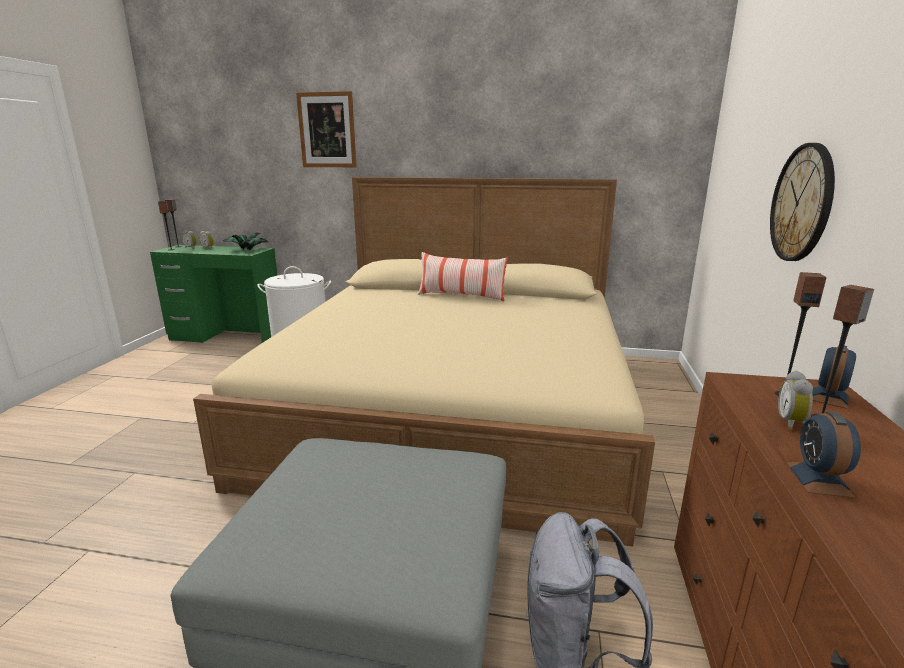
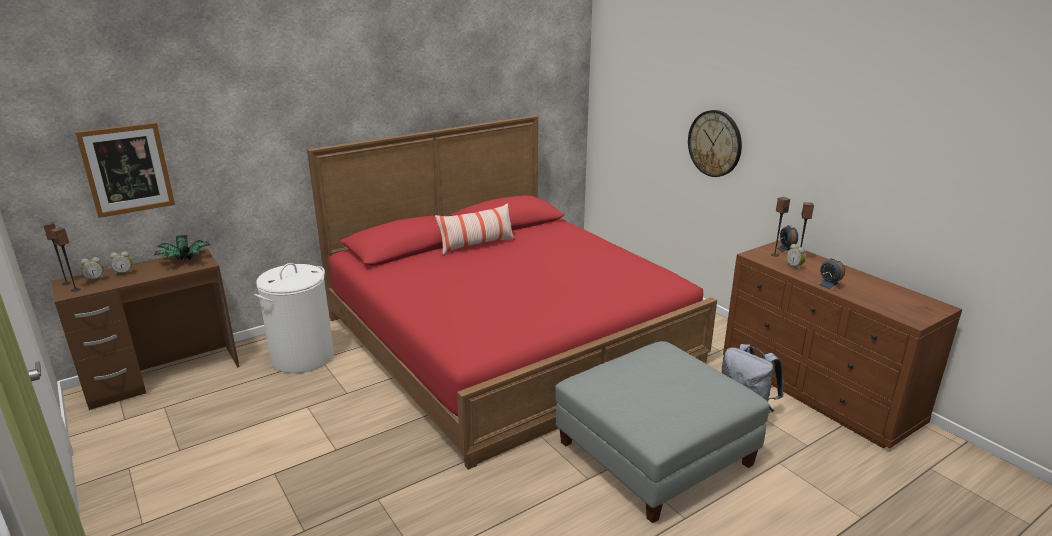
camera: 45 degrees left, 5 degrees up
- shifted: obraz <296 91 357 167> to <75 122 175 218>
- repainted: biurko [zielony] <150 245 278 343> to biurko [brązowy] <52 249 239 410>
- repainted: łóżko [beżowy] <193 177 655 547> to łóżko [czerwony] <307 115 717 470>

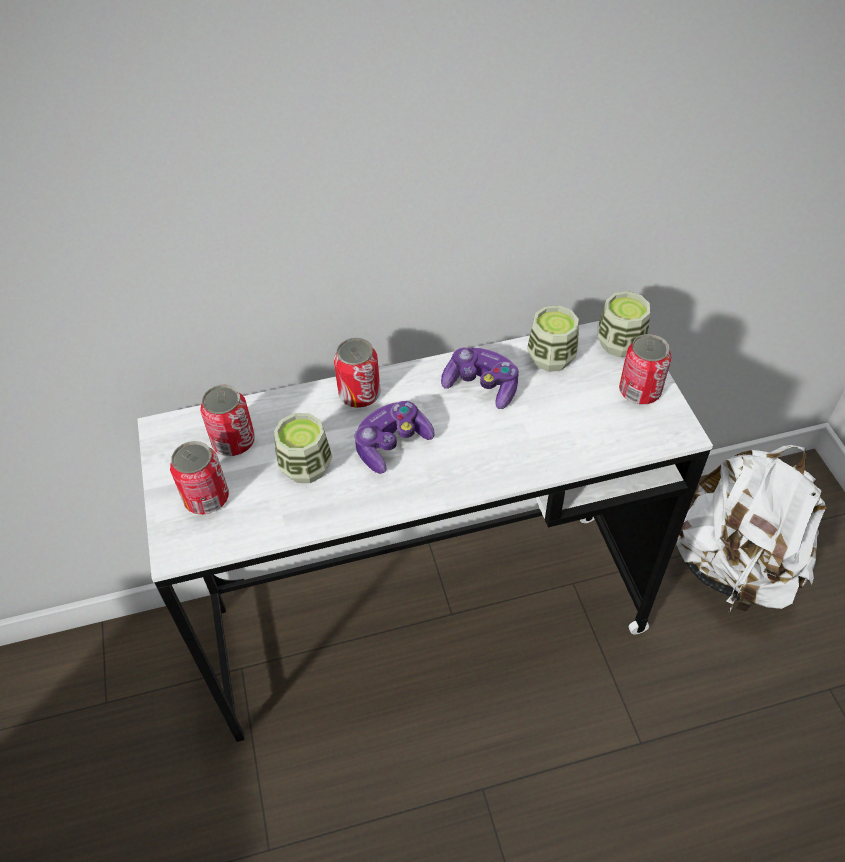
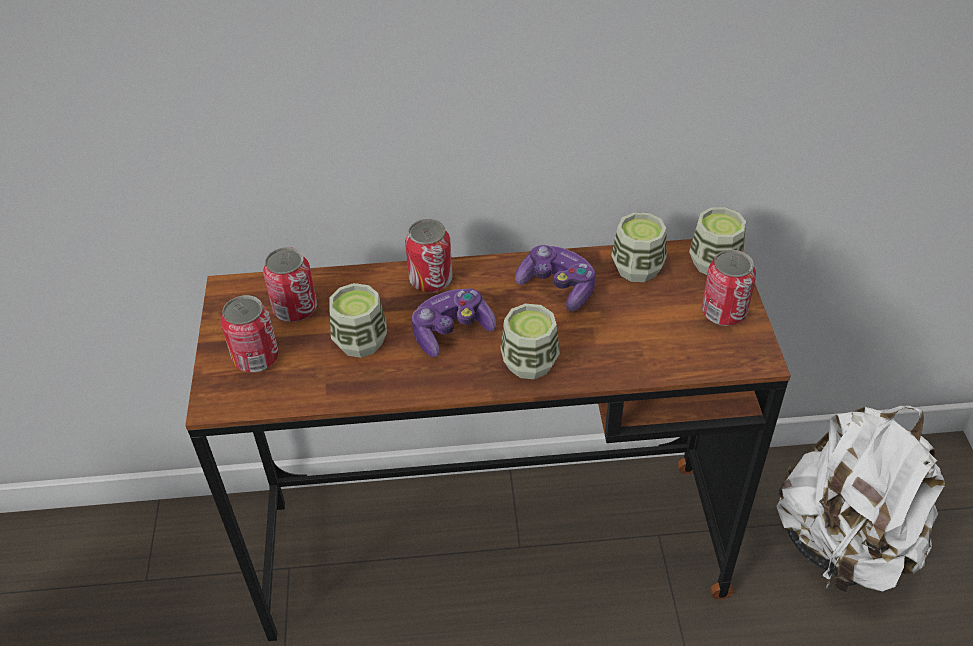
camera: 10 degrees right, 5 degrees down
- new: filiżanka <501 304 560 379>
- repainted: biurko [biały] <137 321 713 742> to biurko [brązowy] <185 239 791 641>

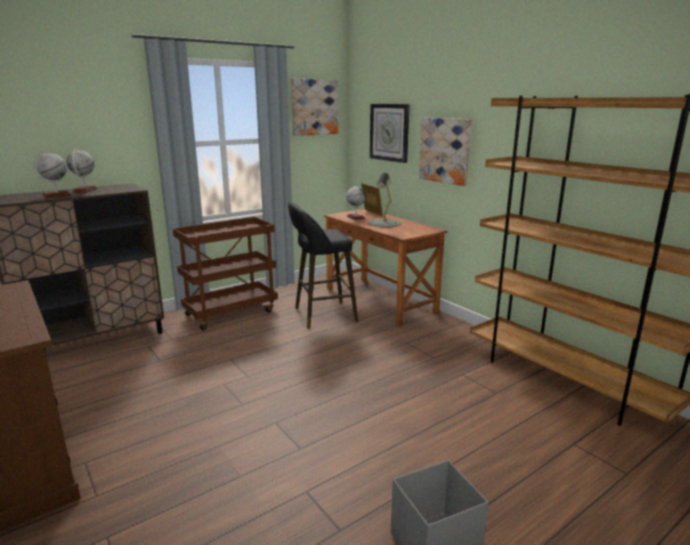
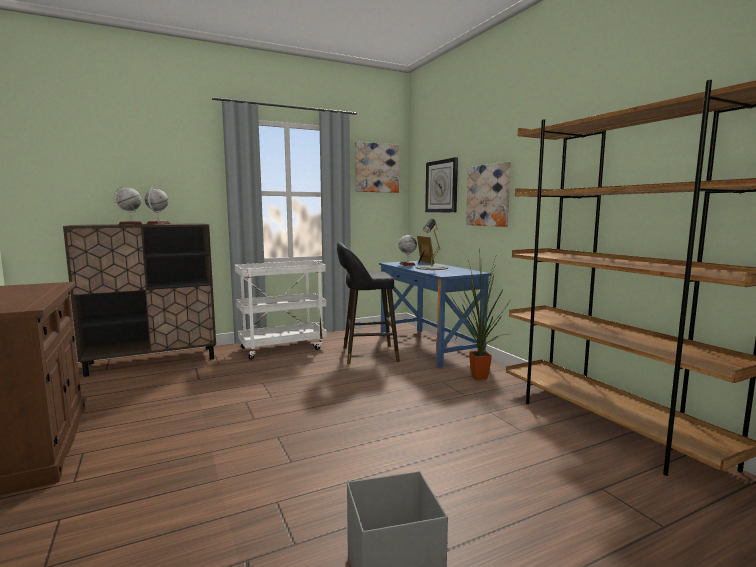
camera: 10 degrees right, 10 degrees down
- new: roślina doniczkowa <450 257 512 380>
- repainted: wózek [brązowy] <173 217 278 331> to wózek [biały] <235 261 327 360>
- repainted: biurko [brązowy] <324 209 447 326> to biurko [niebieski] <379 261 491 368>

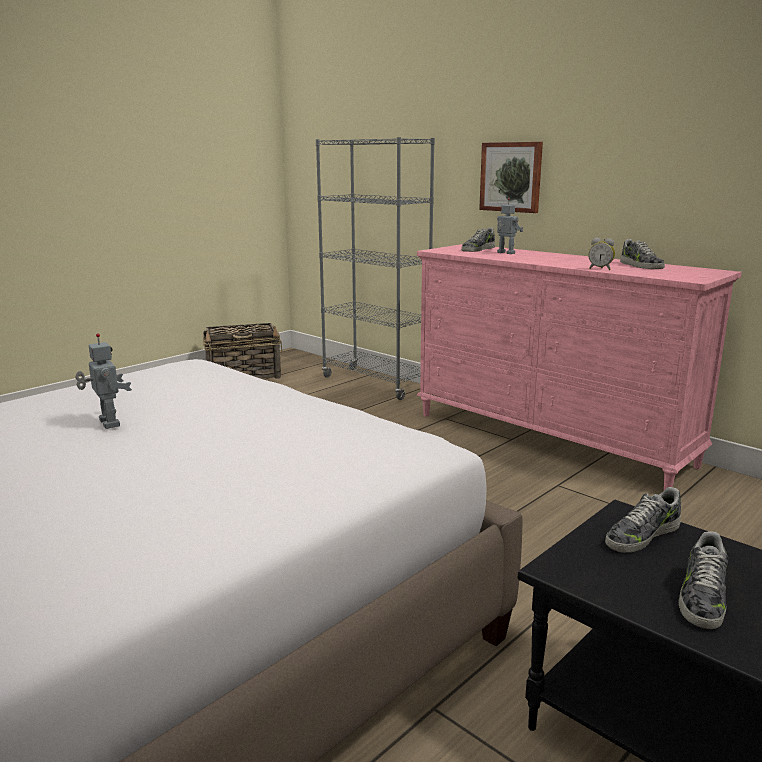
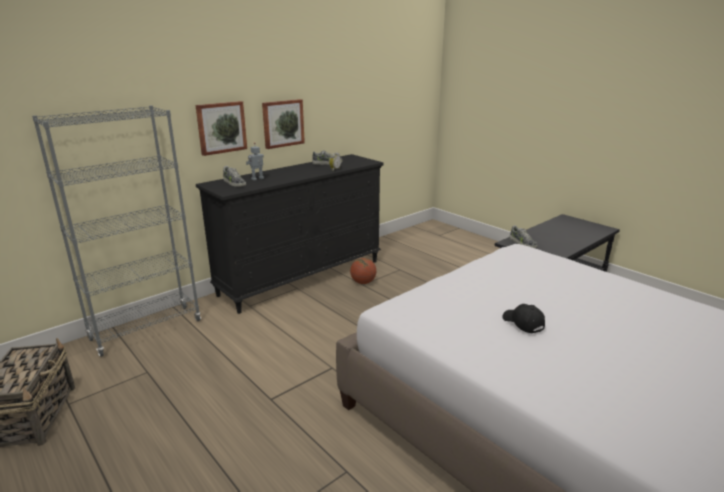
camera: 85 degrees left, 5 degrees up
- gone: but <679 531 728 629>
- new: obraz <262 99 305 149>
- new: piłka do koszykówki <350 258 376 284>
- swapped: robot zabawkowy <76 333 132 429> to czapka z daszkiem [czarny] <502 304 545 333>
- repainted: komoda [różowy] <417 244 742 490> to komoda [czarny] <196 154 384 314>

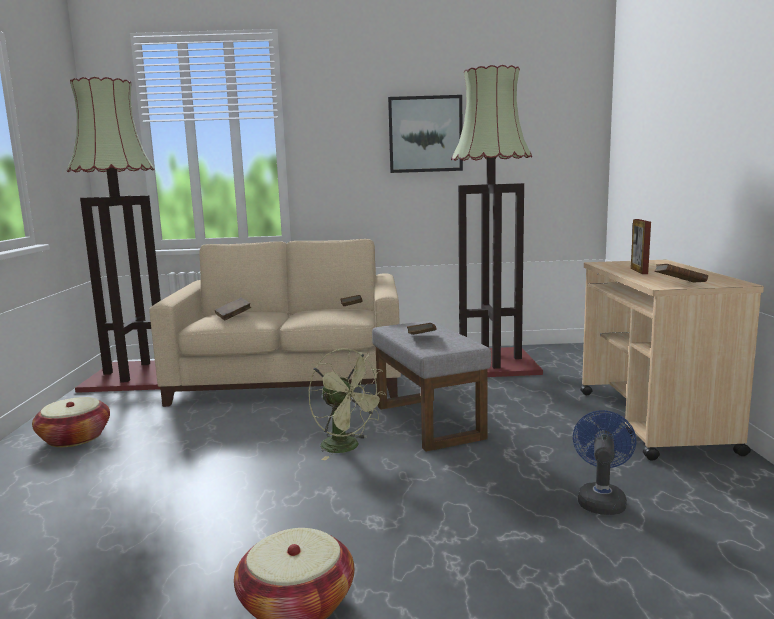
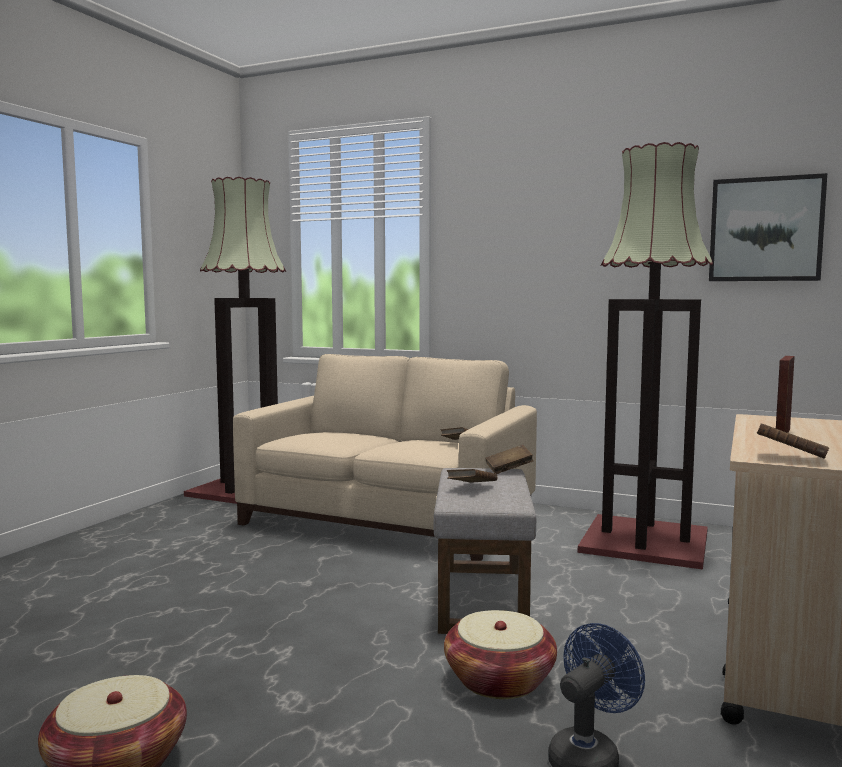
camera: 25 degrees right, 5 degrees down
- gone: wentylator [zielony] <309 348 386 460>
- shifted: koszyk <32 397 110 447> to <444 610 557 699>
- shifted: książka [brązowy] <215 298 251 320> to <485 445 534 474>
- shifted: obraz <388 95 463 173> to <709 173 827 281>

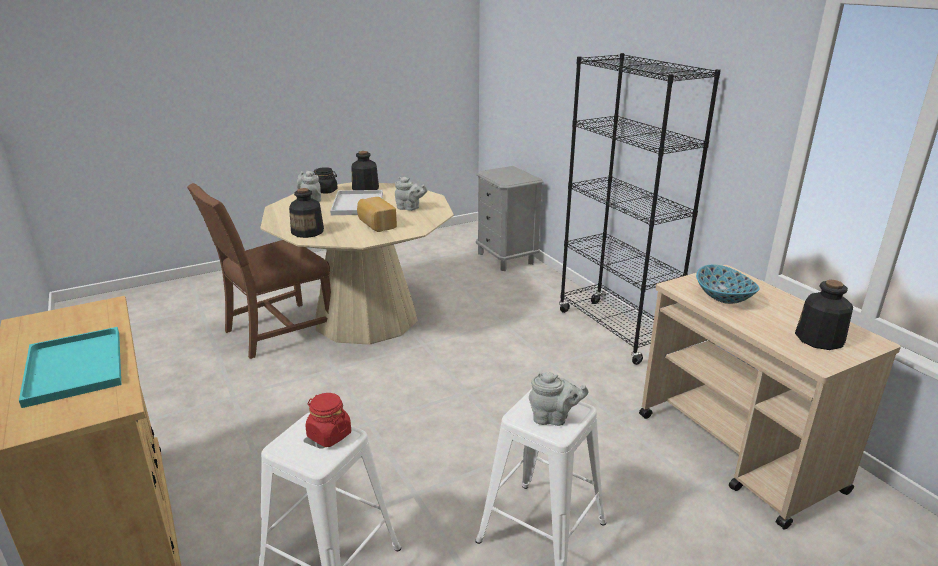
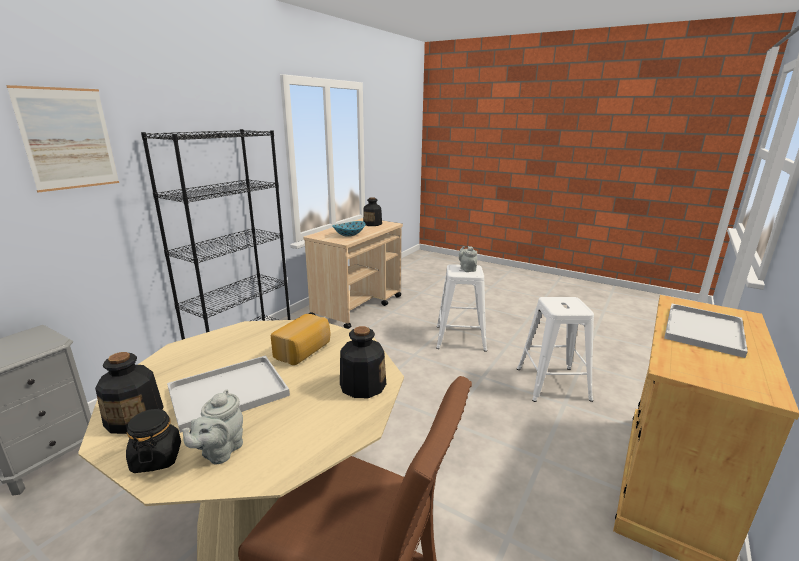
camera: 120 degrees left, 5 degrees down
- gone: słoik [czerwony] <306 393 351 447>
- gone: imbryk [szary] <395 177 427 211>
- new: obraz <6 85 119 192>
- repainted: taca [turkusowy] <19 327 122 408> to taca [biały] <664 304 748 358>

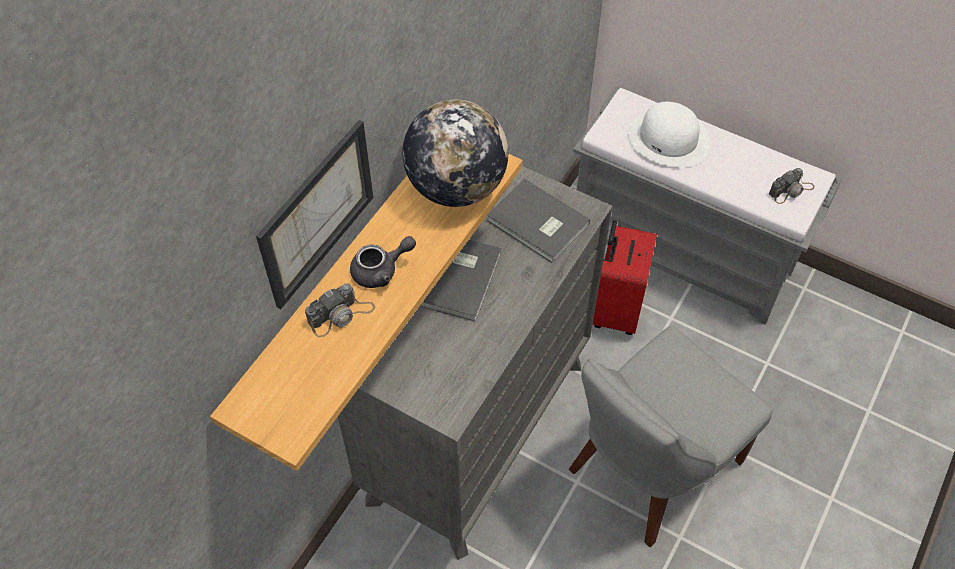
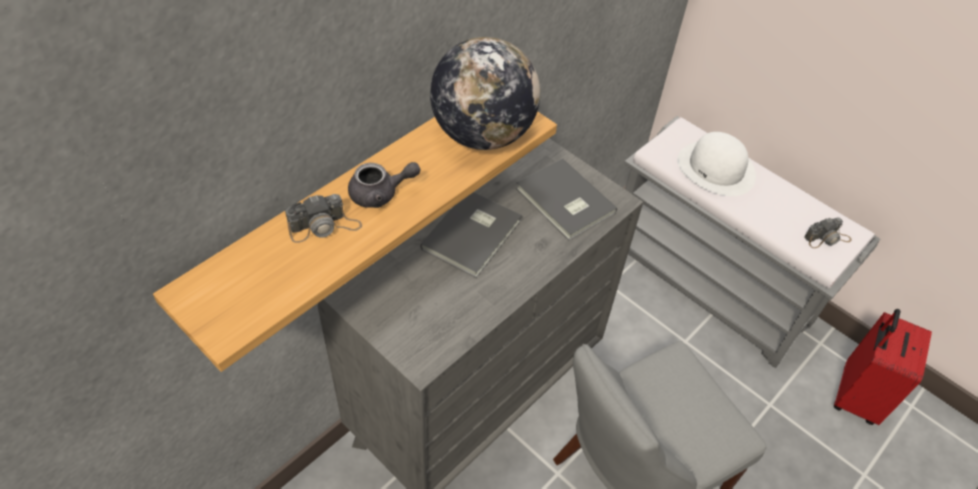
camera: 10 degrees right, 5 degrees down
- gone: obraz <256 120 373 309>
- shifted: walizka [czerwony] <593 221 657 335> to <834 309 932 425>

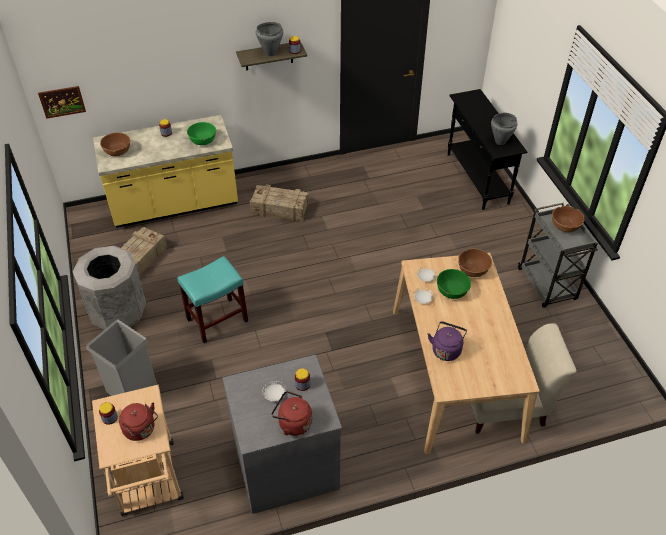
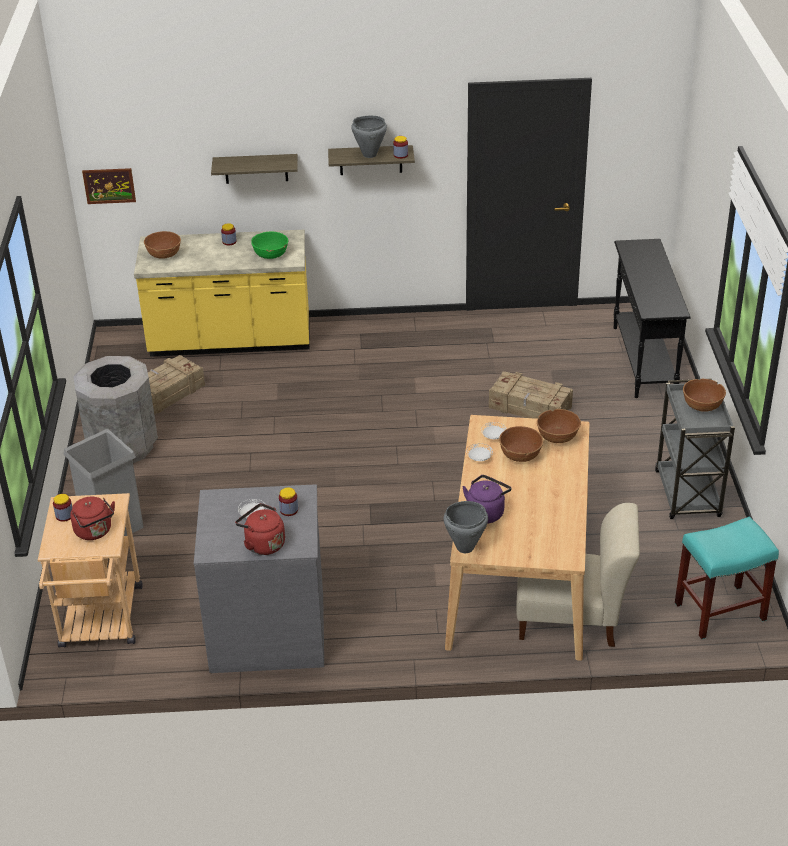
camera: 15 degrees right, 10 degrees down
- new: półka <211 154 298 184>
- shifted: stołek [turkusowy] <177 256 248 344> to <675 517 779 639>
- shifted: skrzynka <250 185 309 221> to <489 371 573 419>
- shifted: garnek [szary] <491 113 518 145> to <444 501 488 553>
- repainted: miska [zielony] <437 269 471 299> to miska [brązowy] <499 426 543 462>

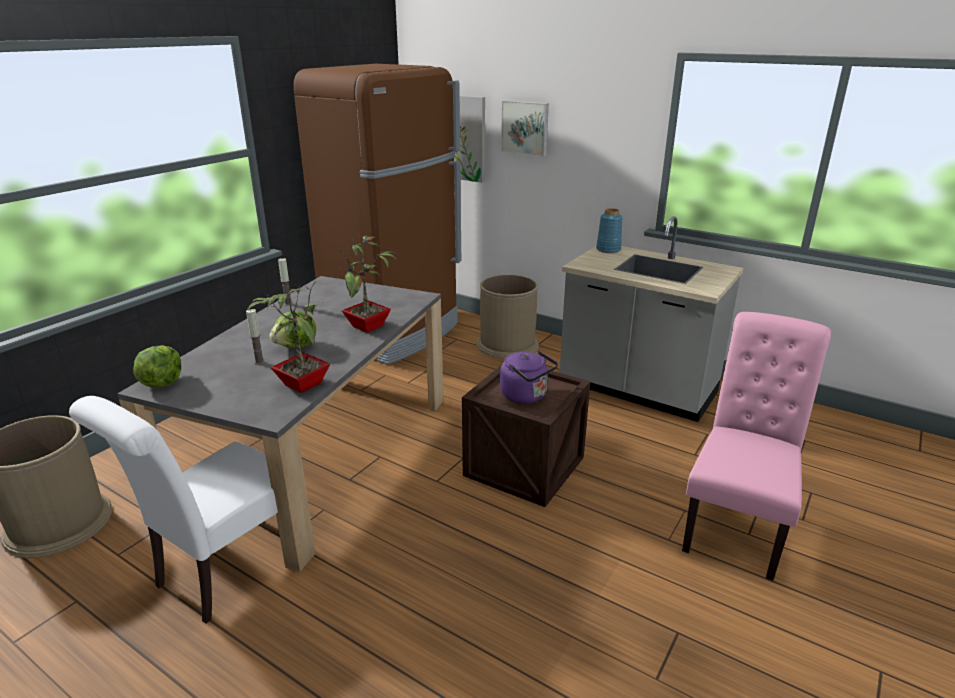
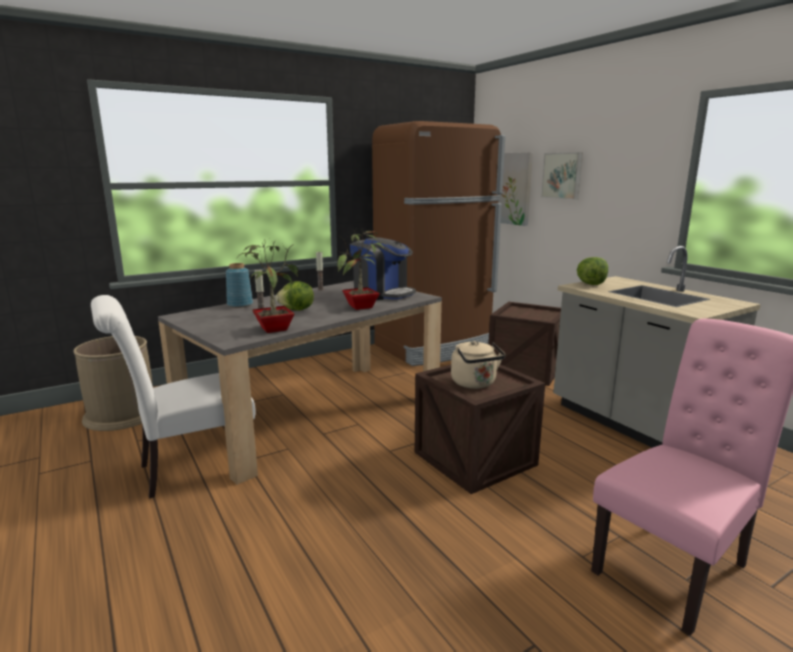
camera: 25 degrees right, 10 degrees down
- new: ekspres do kawy <350 237 416 300>
- shifted: sałata <133 345 181 388> to <577 257 608 285>
- shifted: wazon [niebieski] <596 208 623 253> to <226 263 253 308>
- swapped: kosz na śmieci [brązowy] <476 274 539 359> to skrzynka <488 302 561 386>
- repainted: czajnik [fioletowy] <500 350 558 404> to czajnik [beżowy] <451 341 505 389>

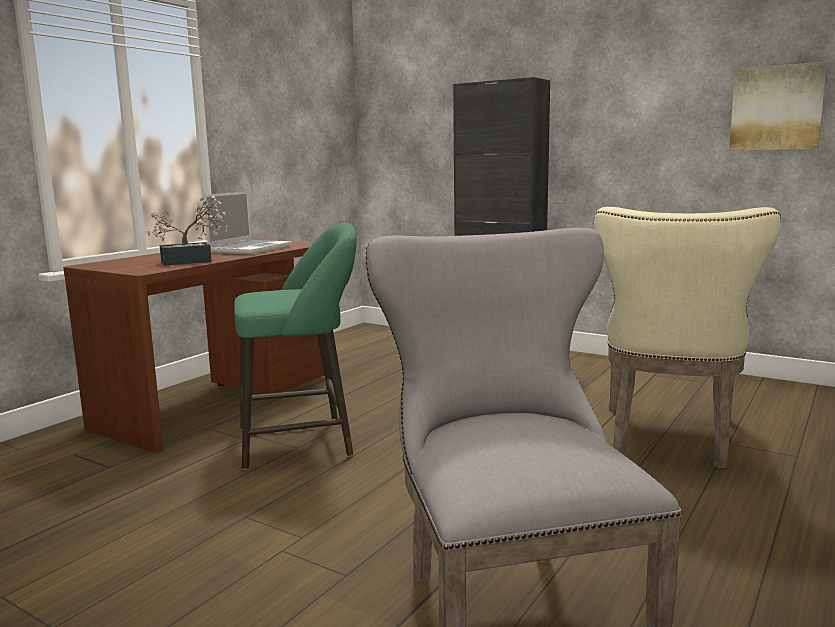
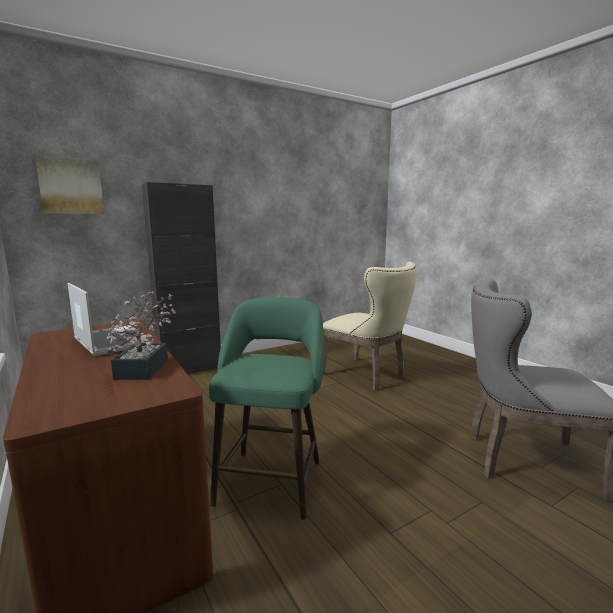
camera: 65 degrees left, 0 degrees up
- shifted: obraz <729 62 827 151> to <35 155 104 214>

